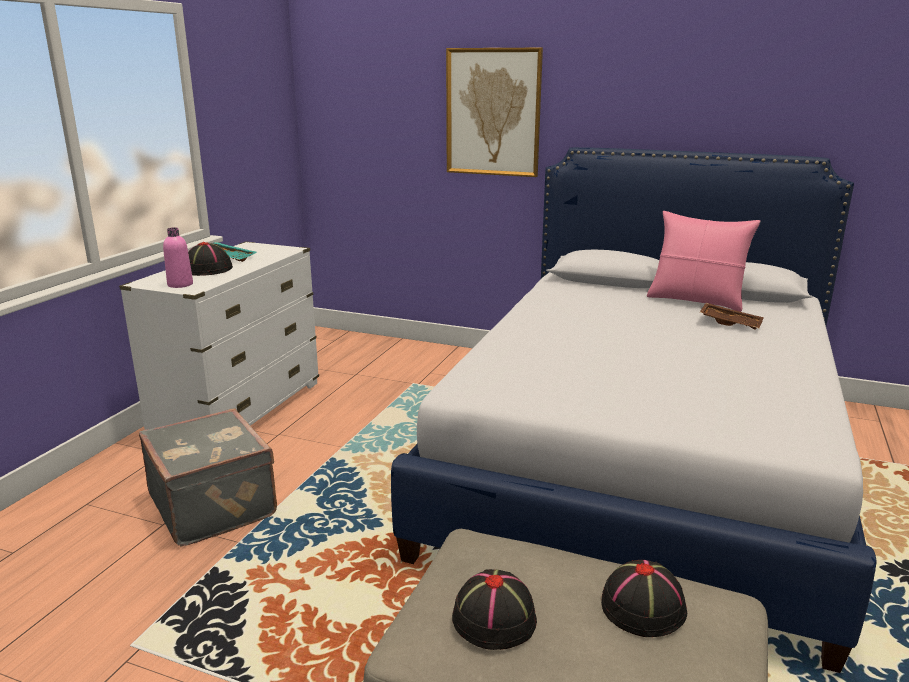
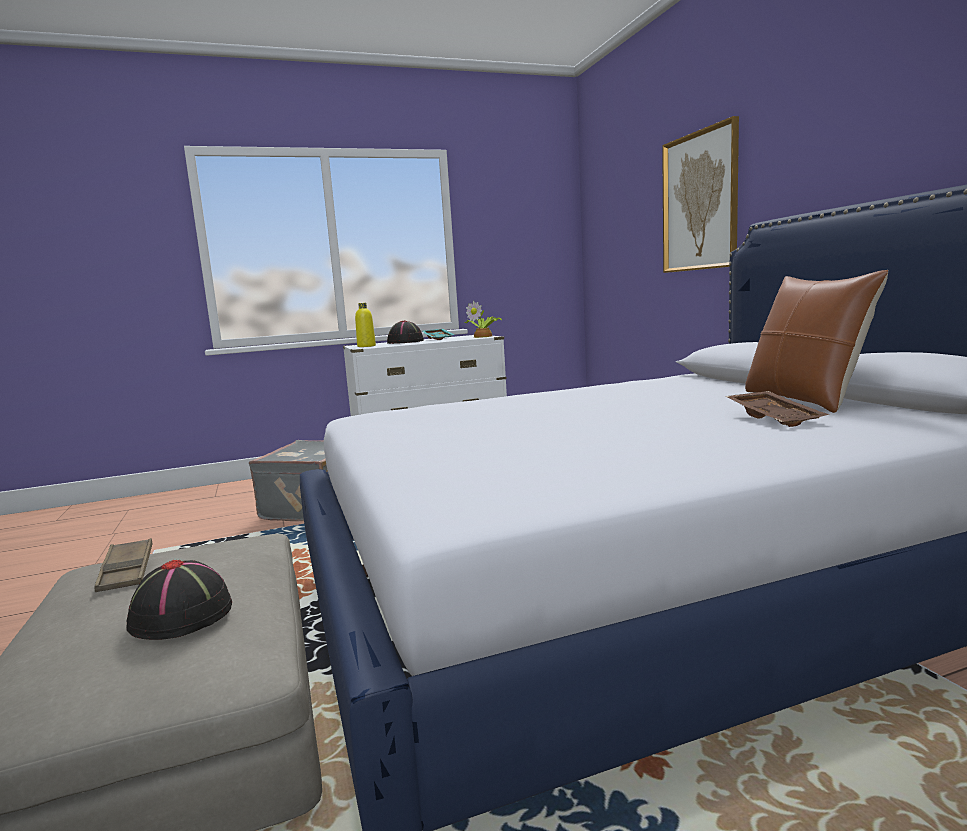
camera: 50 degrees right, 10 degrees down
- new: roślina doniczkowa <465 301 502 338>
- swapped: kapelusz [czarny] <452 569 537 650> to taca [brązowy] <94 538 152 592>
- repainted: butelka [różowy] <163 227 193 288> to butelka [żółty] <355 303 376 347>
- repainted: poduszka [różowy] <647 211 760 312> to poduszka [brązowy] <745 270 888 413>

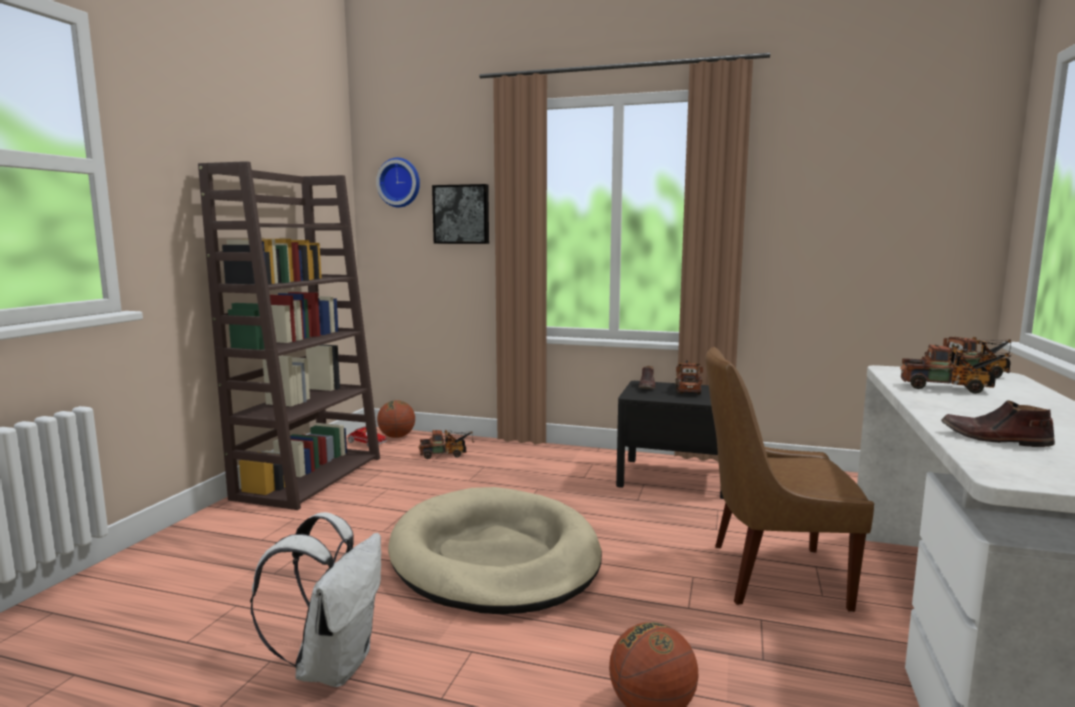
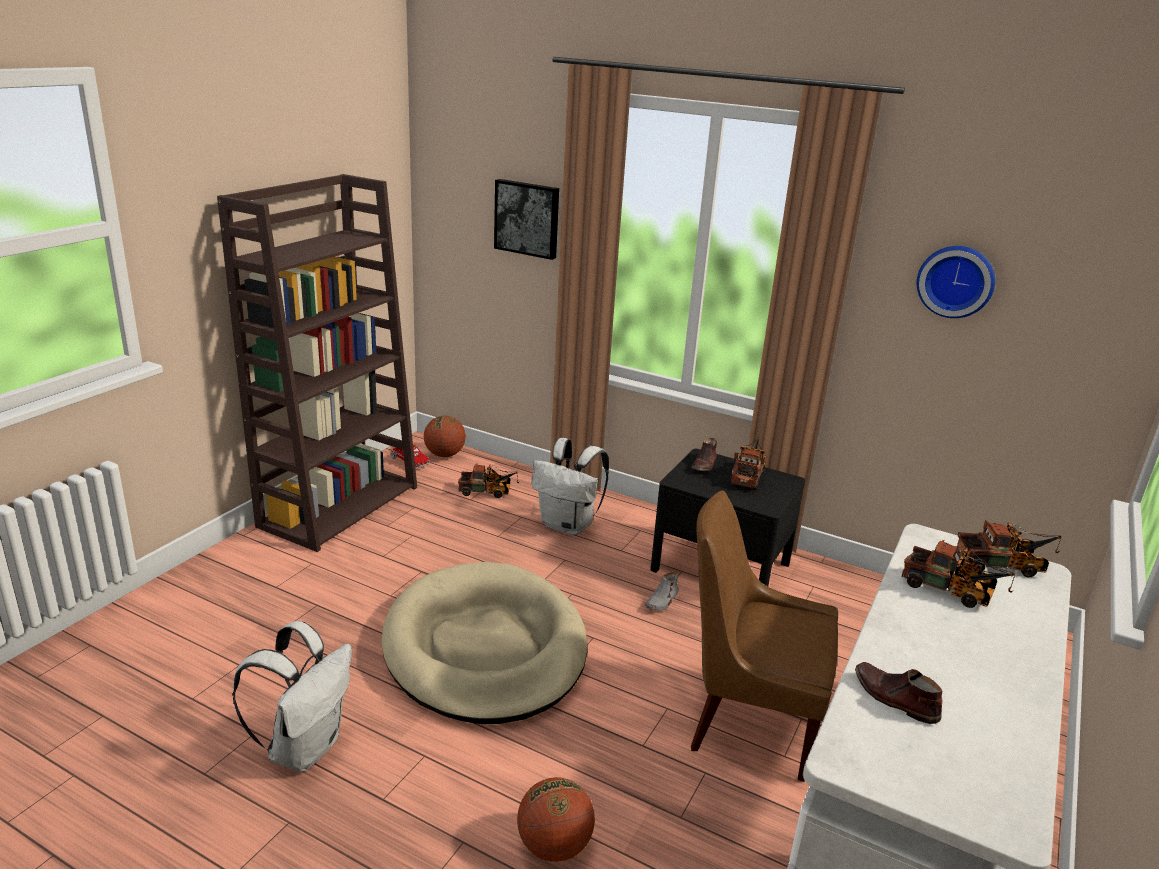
camera: 10 degrees right, 15 degrees up
- new: plecak [biały] <531 438 609 535>
- new: but [szary] <645 572 679 611>
- shifted: zegar ścienny <376 158 420 208> to <917 246 995 318>

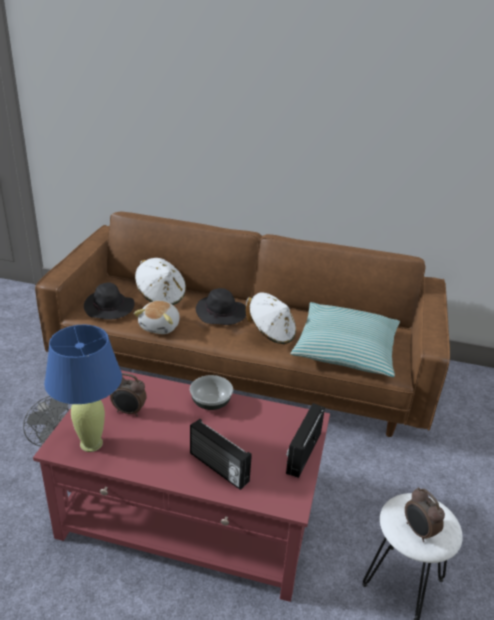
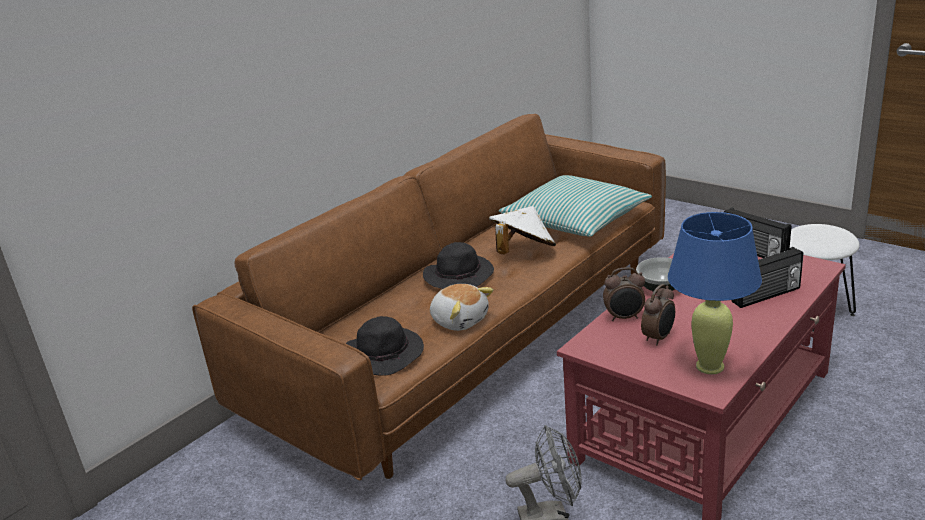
camera: 60 degrees left, 5 degrees down
- gone: kapelusz [biały] <135 258 186 305>
- shifted: budzik <405 487 445 542> to <603 267 645 321>

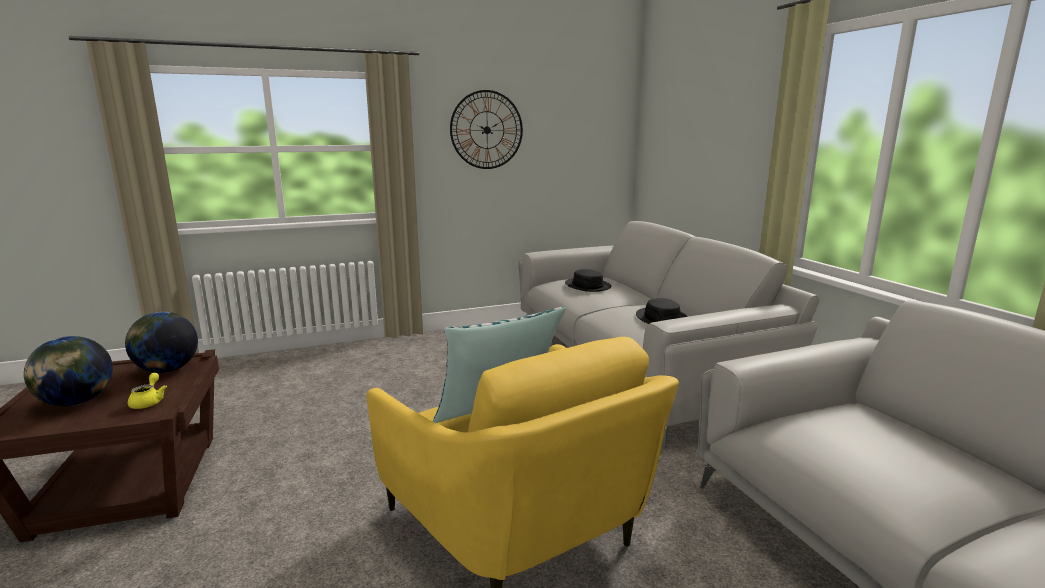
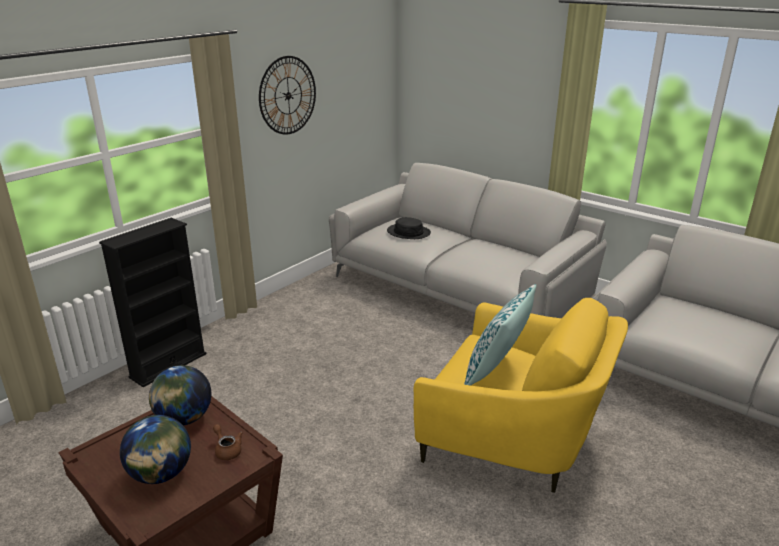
camera: 30 degrees left, 10 degrees up
- gone: kapelusz [czarny] <636 298 688 324>
- new: regał [czarny] <99 218 206 387>
- repainted: imbryk [żółty] <128 373 167 409> to imbryk [brązowy] <213 424 243 460>

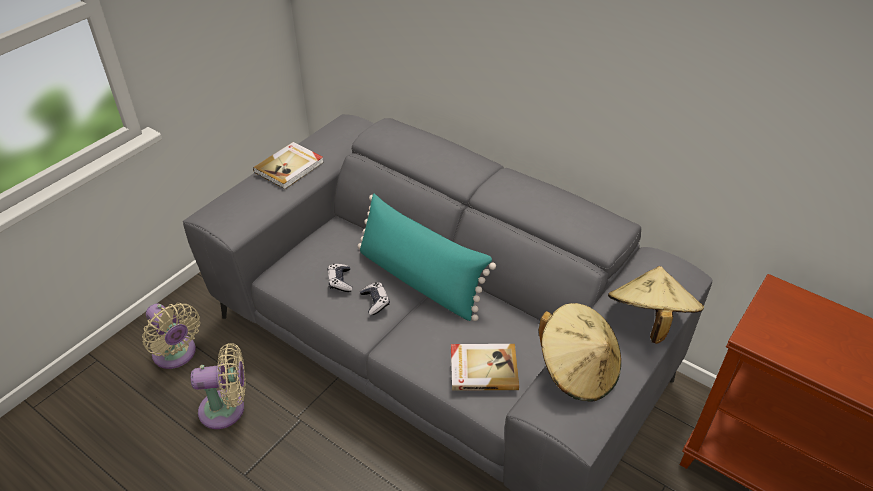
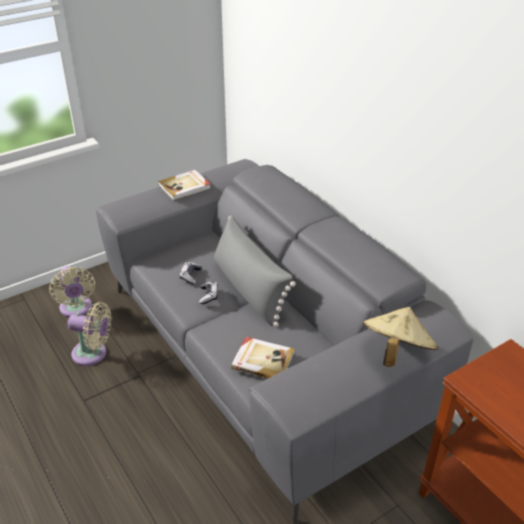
camera: 20 degrees right, 5 degrees down
- gone: kapelusz [beżowy] <538 303 621 402>
- repainted: poduszka [turkusowy] <358 194 496 321> to poduszka [szary] <214 215 296 327>

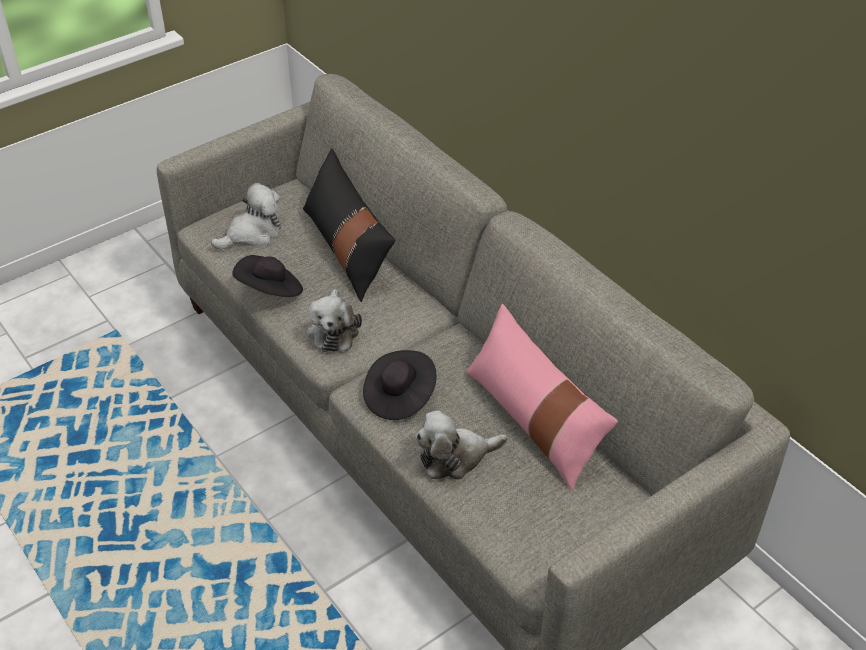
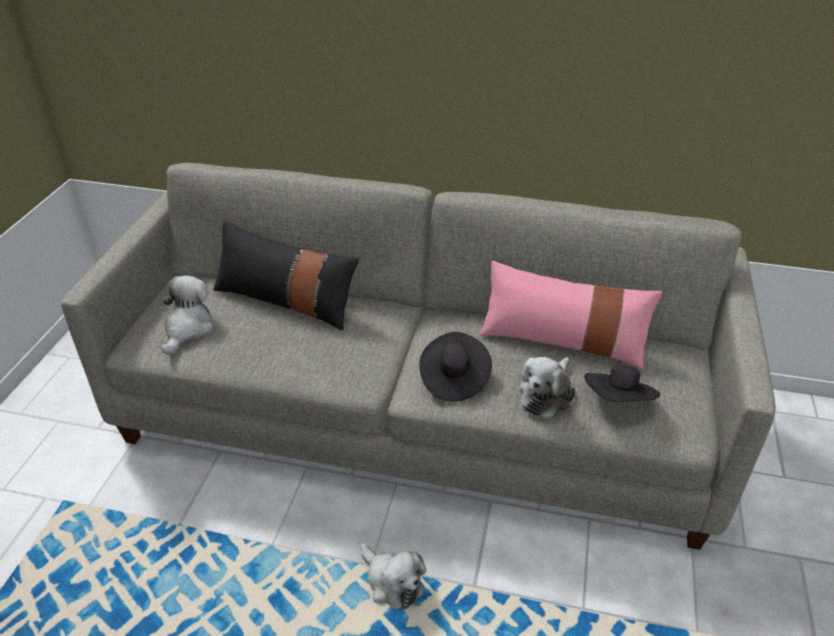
camera: 40 degrees left, 5 degrees down
- shifted: kapelusz [czarny] <232 255 303 297> to <584 365 660 402>
- shifted: pluszak <307 289 362 352> to <361 543 426 610>

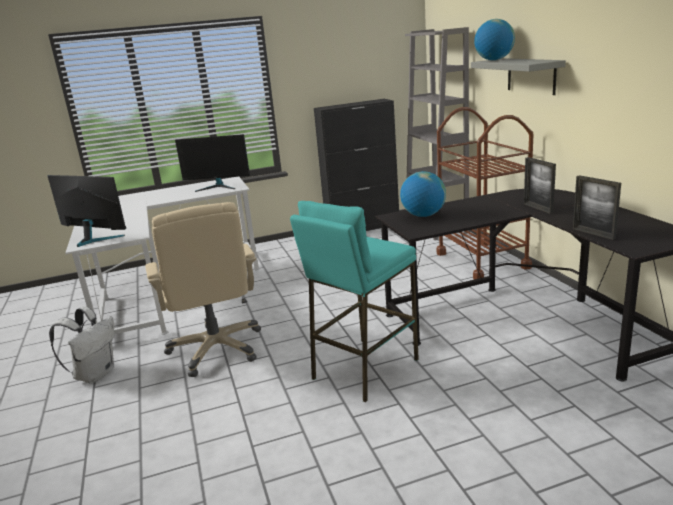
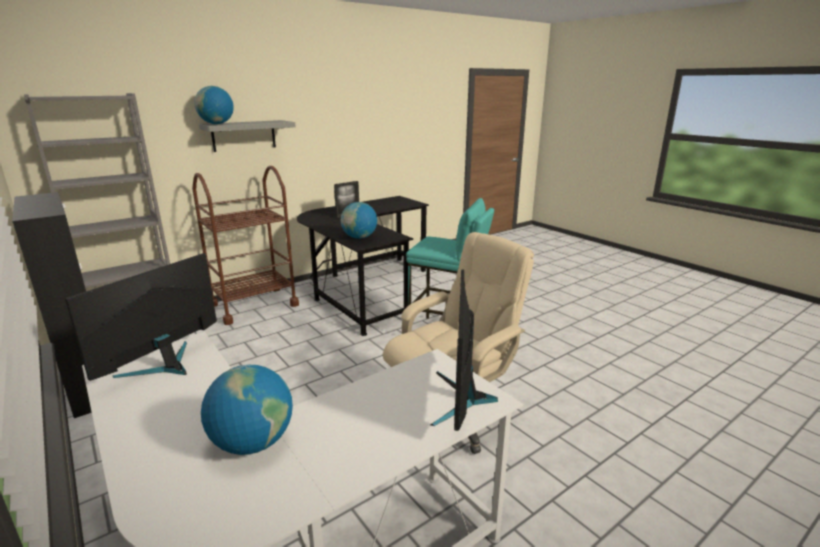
camera: 110 degrees left, 0 degrees up
- gone: plecak [biały] <49 306 115 383>
- gone: ramka na zdjęcie <573 175 621 240>
- new: globus <201 365 293 455>
- rotated: monitor <175 134 250 192> = <65 253 217 381> 135 degrees counterclockwise

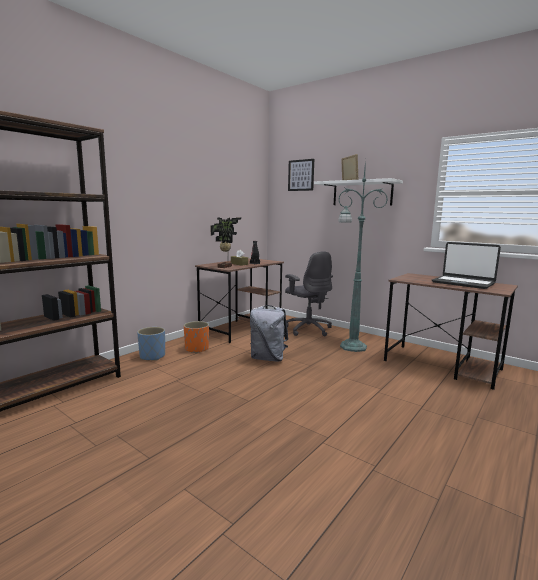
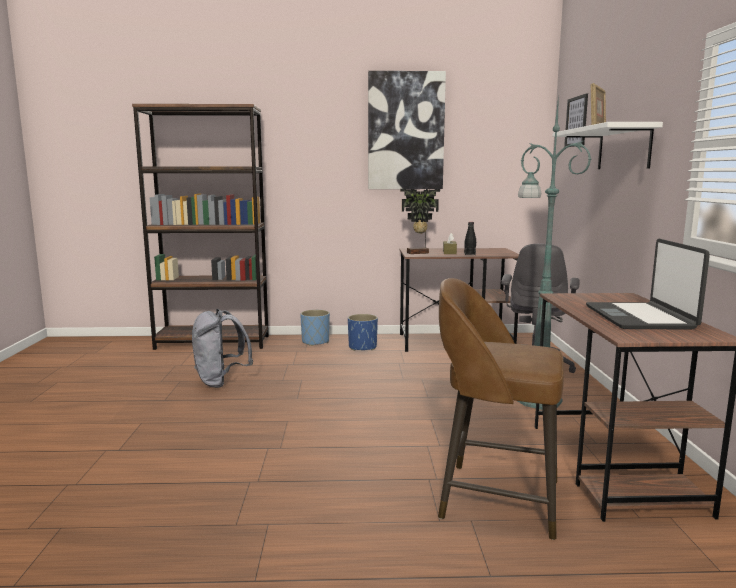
camera: 50 degrees right, 0 degrees up
- new: obraz <368 71 446 189>
- new: stołek [brązowy] <438 278 564 540>
- shifted: plecak [szary] <250 305 288 361> to <192 309 253 388>
- repainted: donica [pomarańczowy] <184 321 209 353> to donica [niebieski] <348 314 378 351>

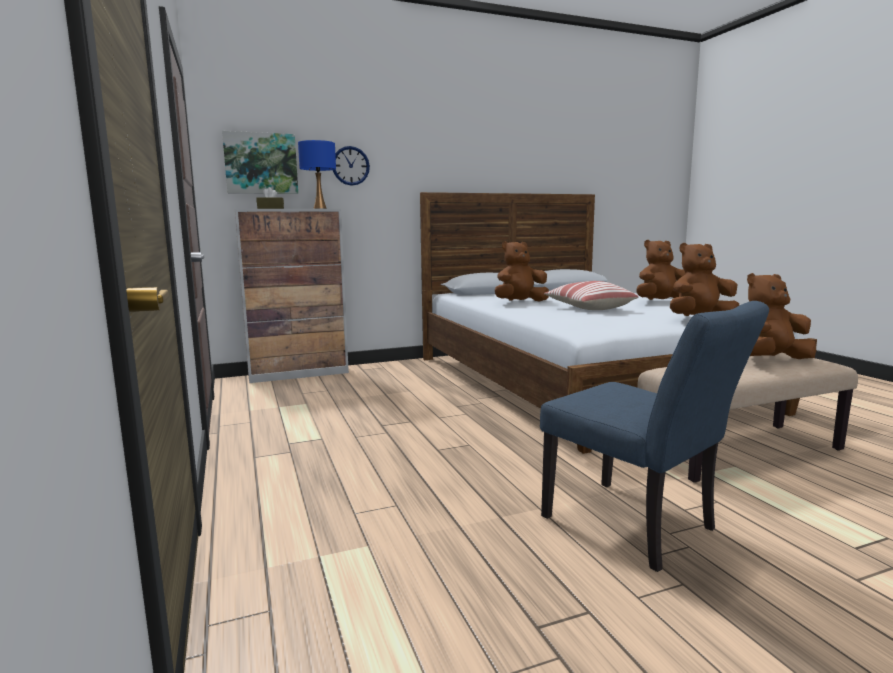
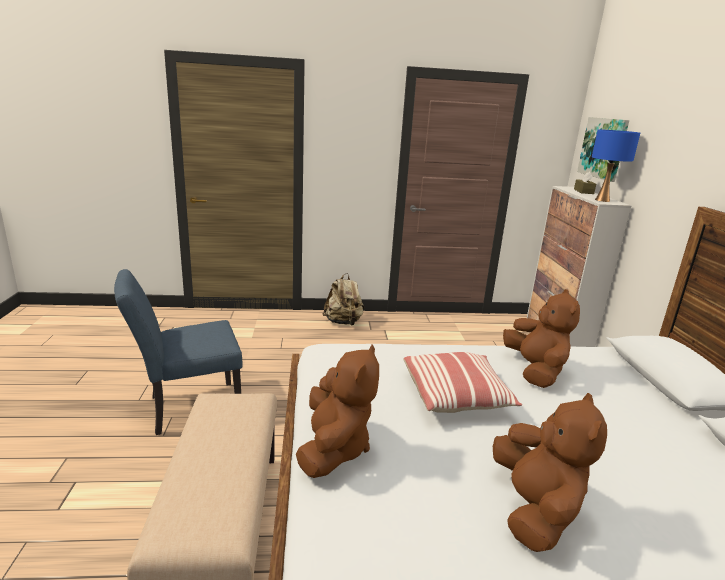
camera: 105 degrees right, 10 degrees up
- gone: zegar ścienny <333 146 370 186>
- gone: pluszak [brązowy] <747 273 816 359>
- new: plecak [beżowy] <322 273 365 326>

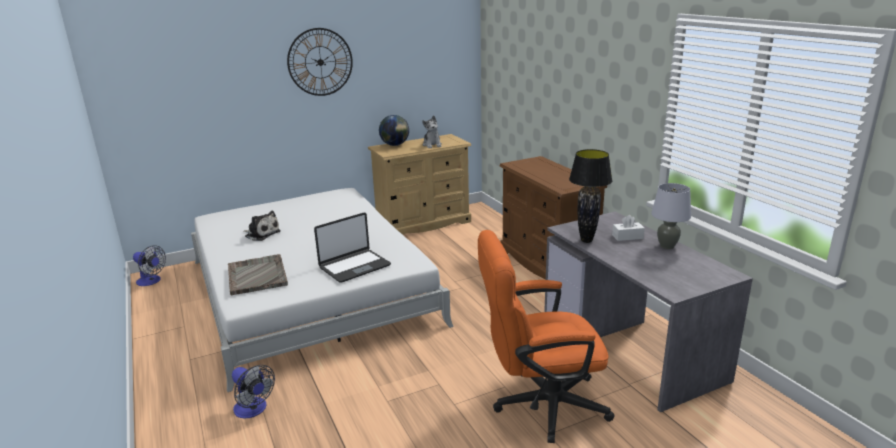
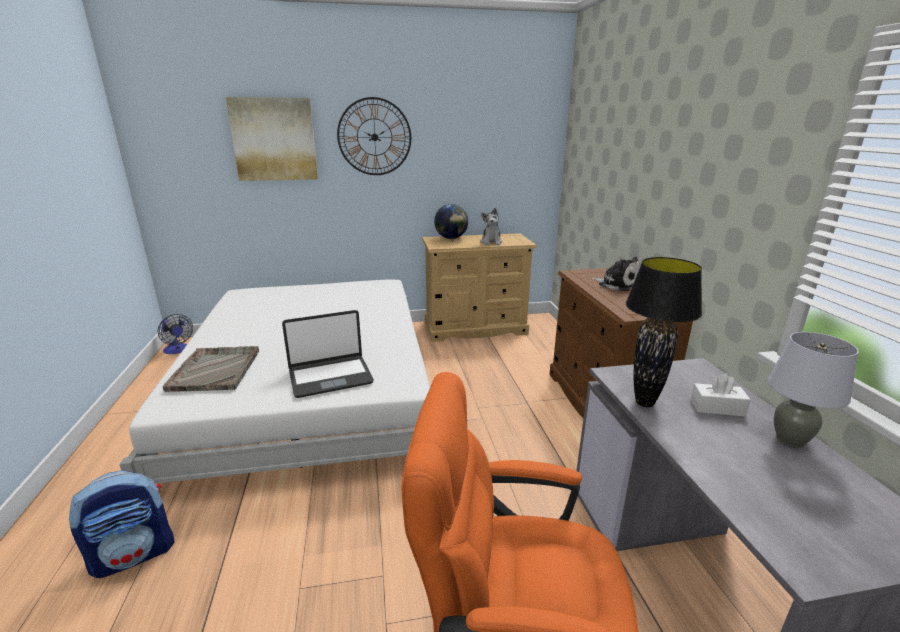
camera: 15 degrees right, 0 degrees up
- new: obraz <226 97 318 181>
- shifted: pluszak <243 211 281 241> to <591 256 641 292>
- swapped: wentylator <232 365 275 418> to plecak <69 470 174 578>

